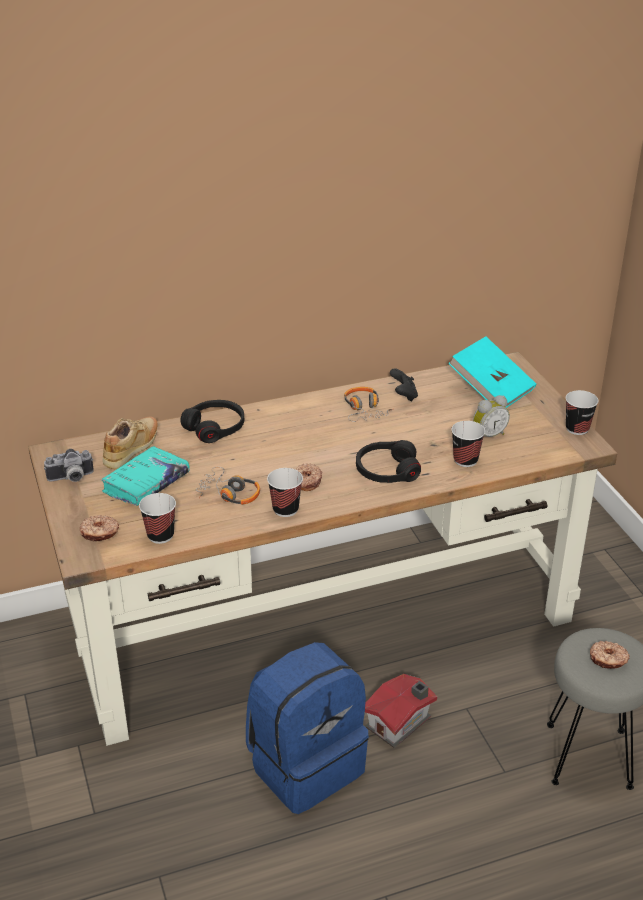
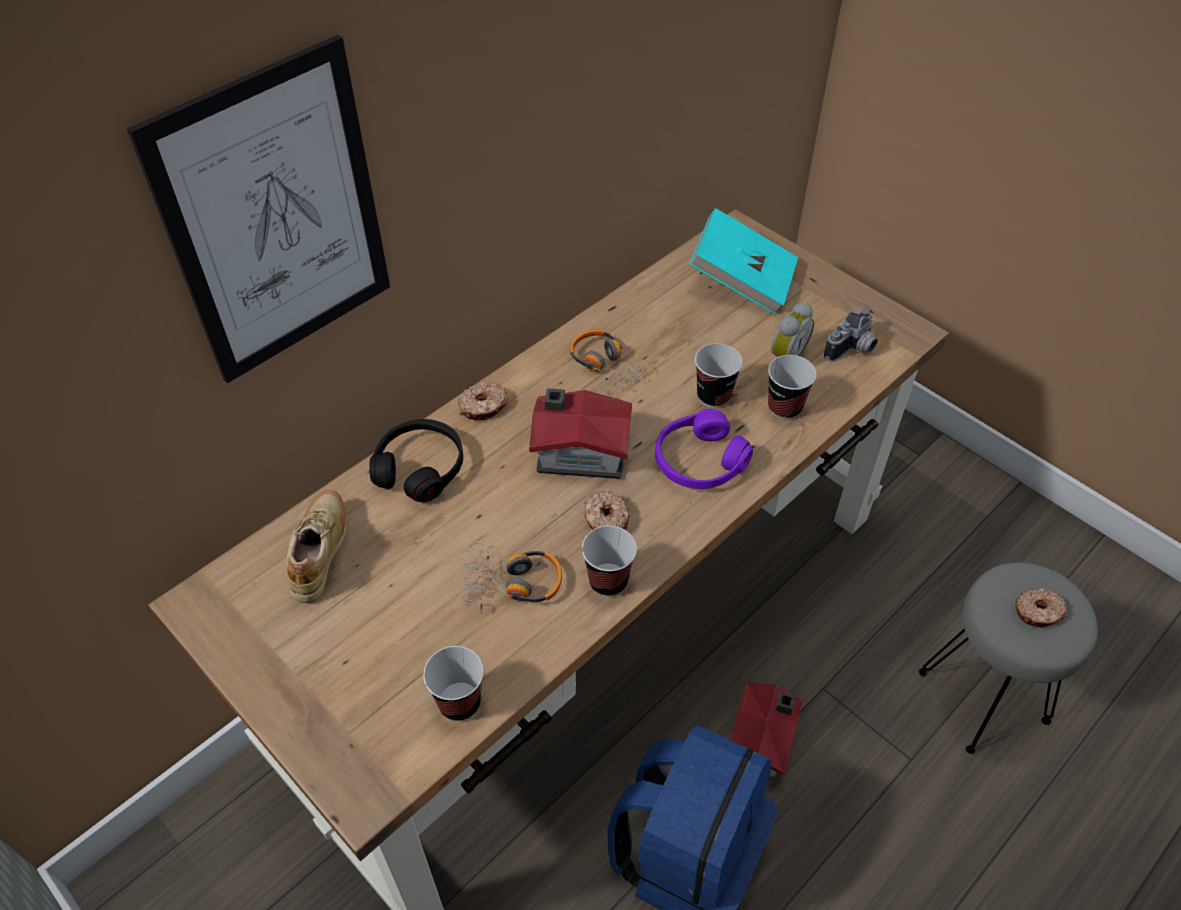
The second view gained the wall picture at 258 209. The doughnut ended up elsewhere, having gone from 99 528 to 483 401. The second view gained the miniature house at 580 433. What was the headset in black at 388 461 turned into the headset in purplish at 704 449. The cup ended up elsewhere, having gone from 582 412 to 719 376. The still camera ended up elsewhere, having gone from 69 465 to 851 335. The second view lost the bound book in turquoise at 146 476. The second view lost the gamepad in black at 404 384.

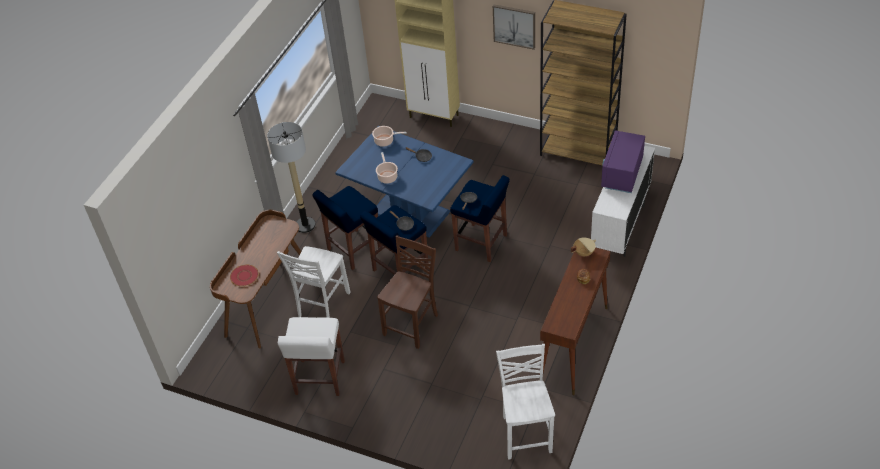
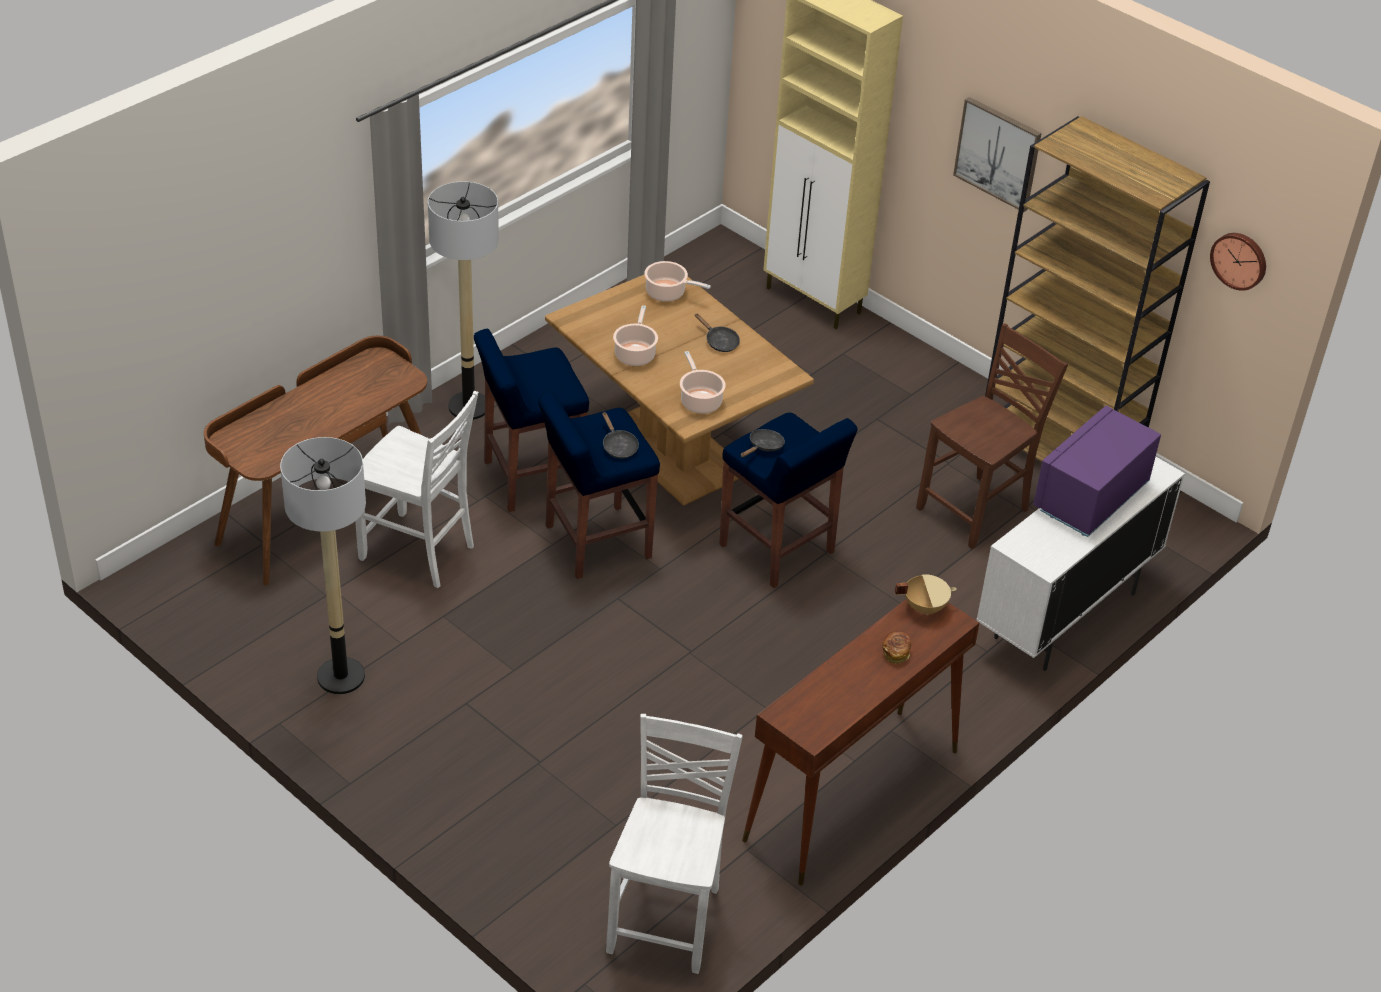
Where the stool seat in white stood at 311 356, the floor lamp came to stand at 323 565. The plain chair in white at 314 282 ended up facing another way, 105 degrees counterclockwise from before. What was the dining table in blue-coloured at 404 182 turned into the dining table in brown at 679 390. The second view gained the saucepot at 703 382. The plain chair in brown ended up elsewhere, having gone from 407 292 to 992 436. The second view gained the hanging clock at 1238 262. The second view lost the plate in red at 244 275.

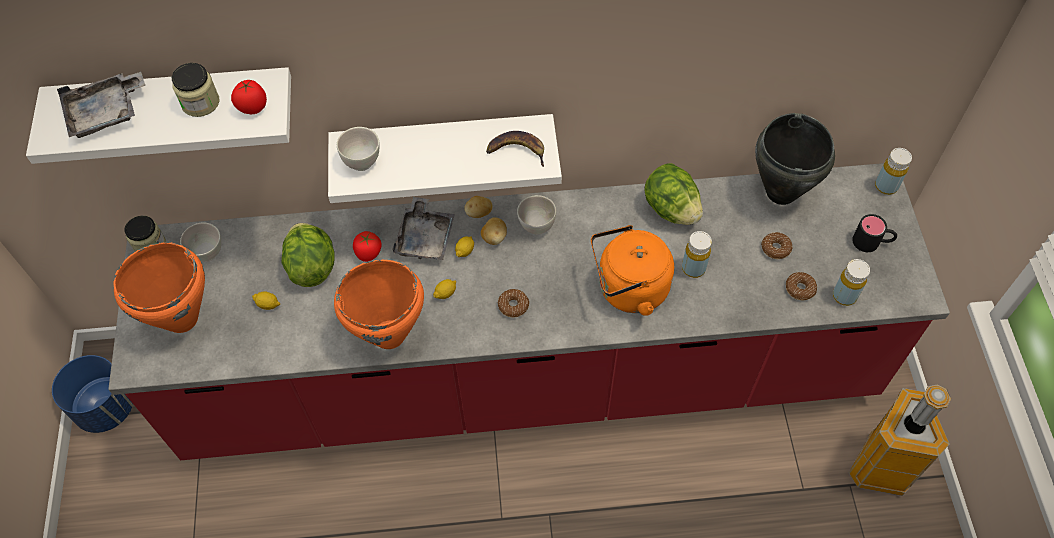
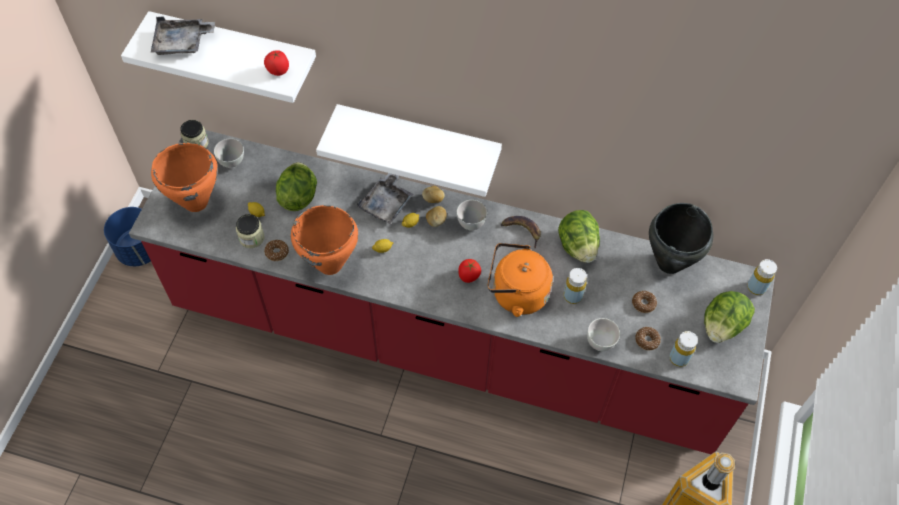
The preserve jar ended up elsewhere, having gone from 195 90 to 250 231. The doughnut ended up elsewhere, having gone from 513 303 to 276 250. The tomato ended up elsewhere, having gone from 367 246 to 469 271. The banana fruit ended up elsewhere, having gone from 515 149 to 521 232. The bowl in white ended up elsewhere, having gone from 358 149 to 603 334. Where the mug in black stood at 874 233, the lettuce head came to stand at 729 317.

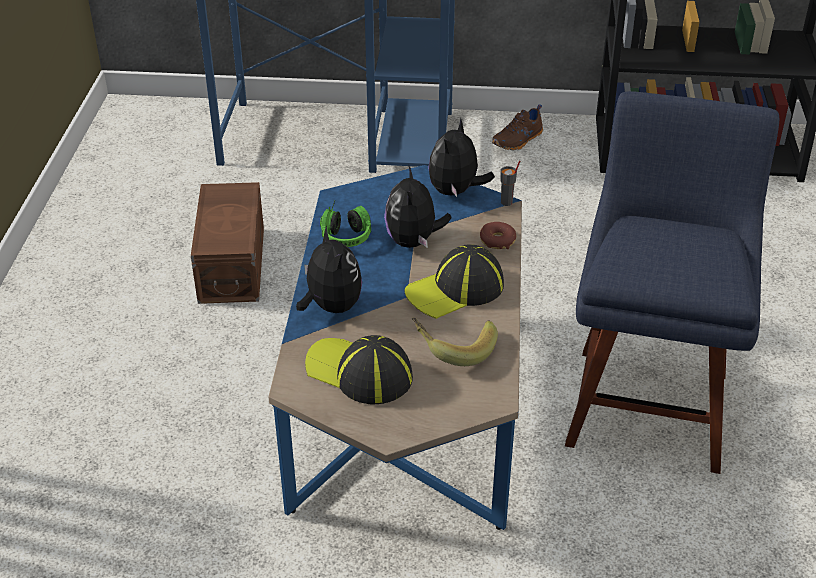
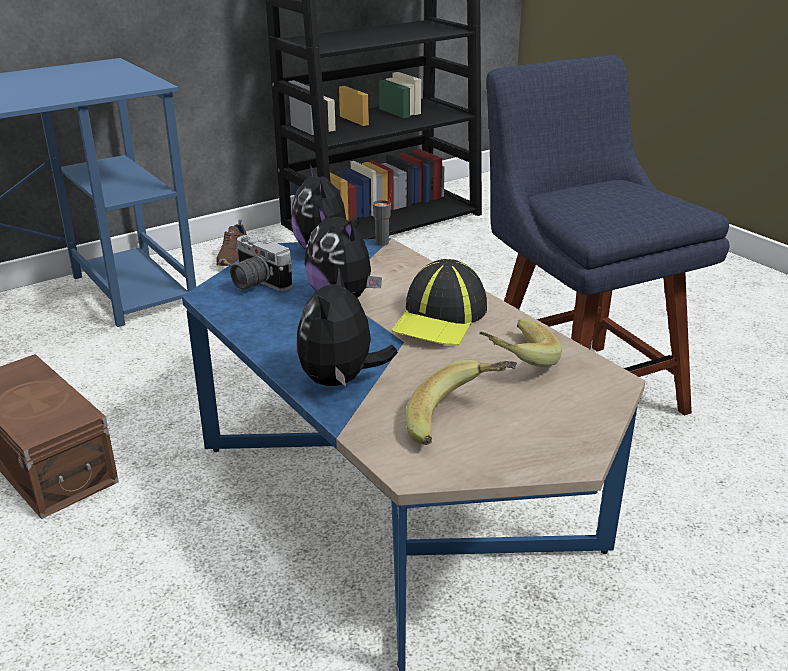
The second view gained the still camera at 261 263. The soft toy at 329 269 ended up facing another way, 105 degrees counterclockwise from before. Where the baseball cap stood at 359 370, the banana fruit came to stand at 461 402. The second view lost the headset at 345 224. The second view lost the doughnut at 498 235.

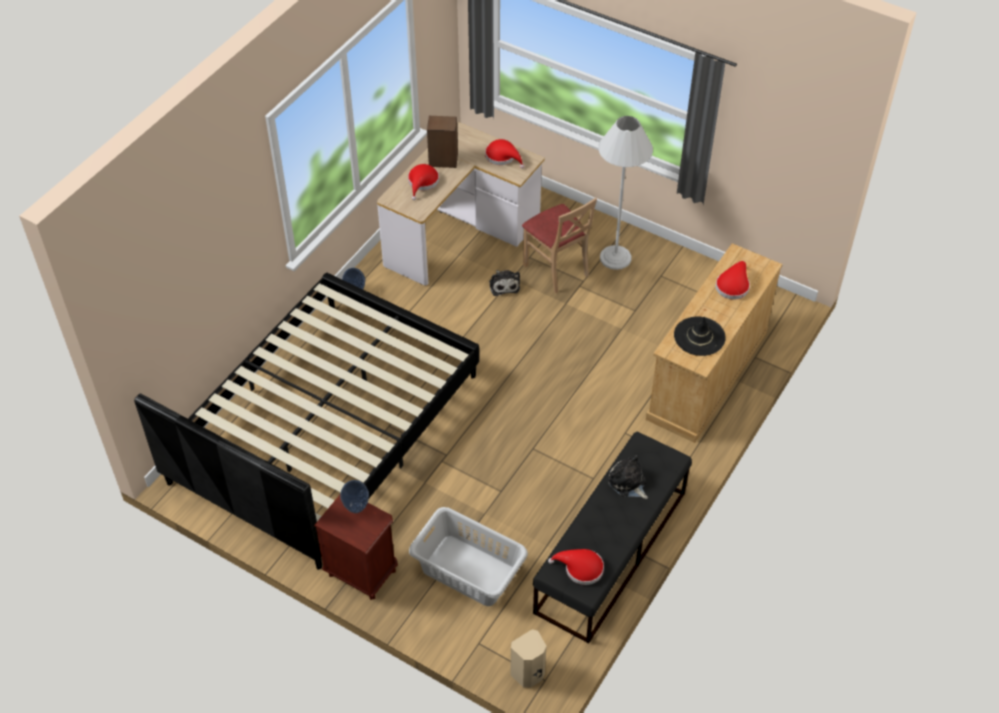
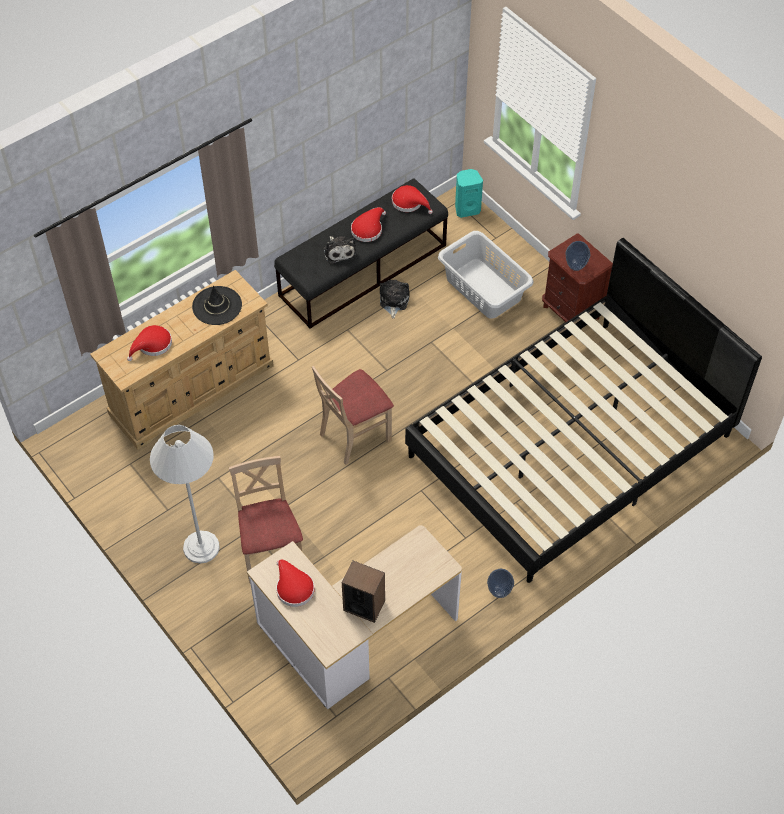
The second view gained the plain chair in beige at 353 415. The hat in red ended up elsewhere, having gone from 423 182 to 368 224. The soft toy ended up elsewhere, having gone from 504 283 to 395 299. What was the speaker in beige at 528 658 turned into the speaker in turquoise at 469 193.

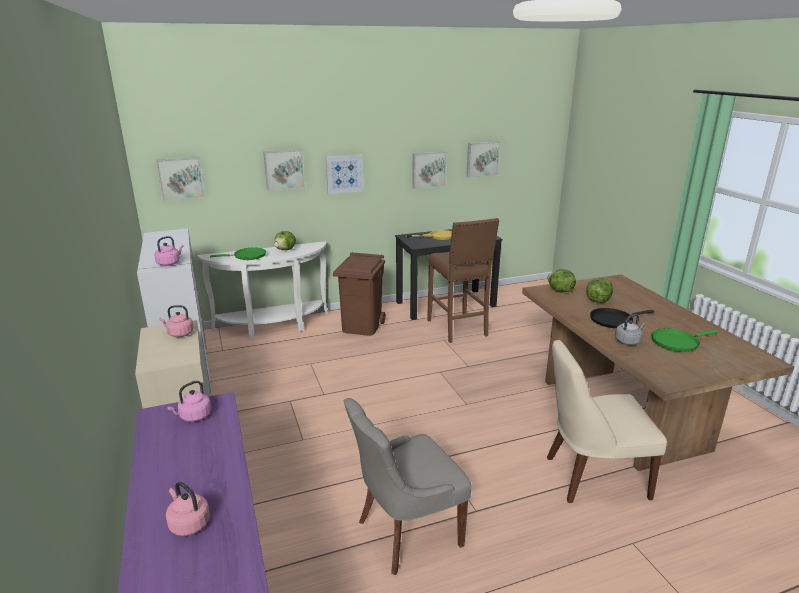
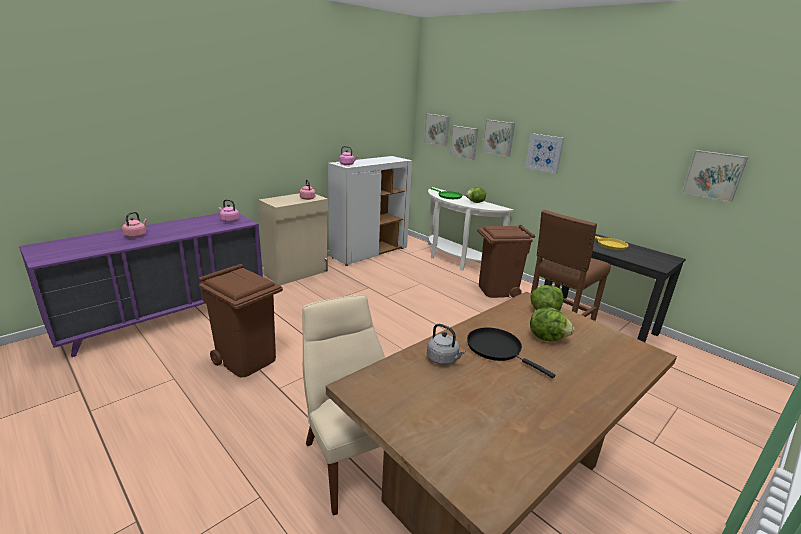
Where the plain chair in gray stood at 408 486, the waste bin in brown came to stand at 240 320. The wall picture ended up elsewhere, having gone from 429 170 to 464 143. The second view lost the frying pan in green at 684 340.

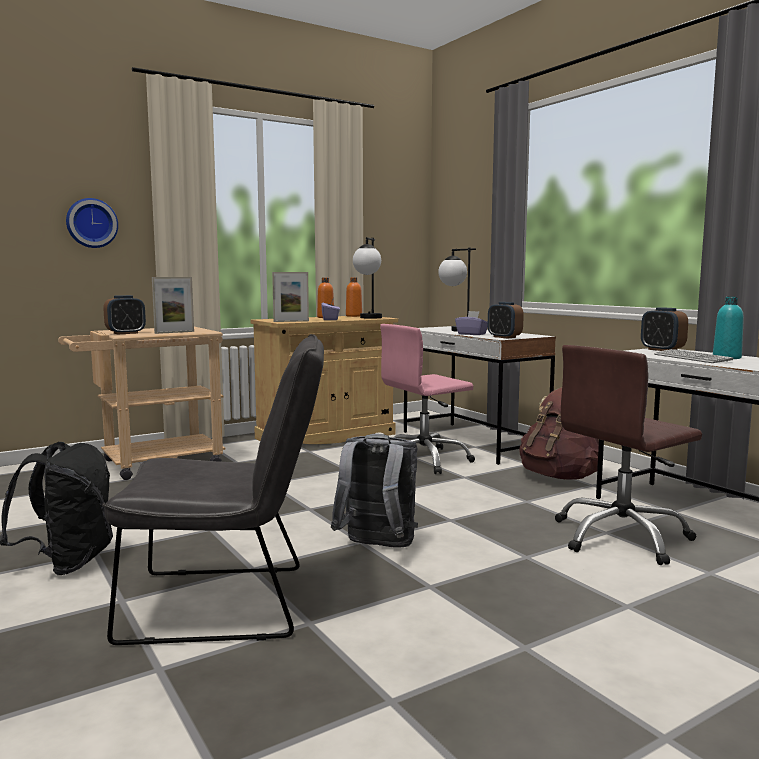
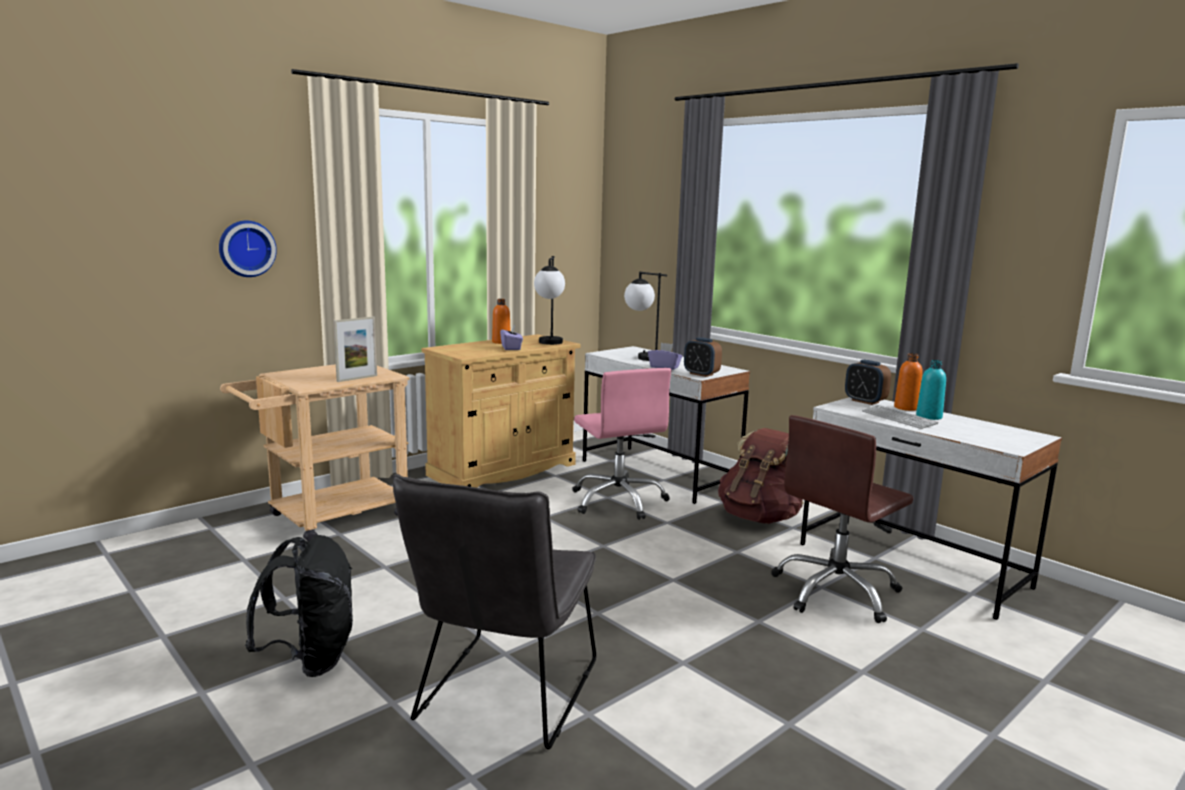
The plain chair in gray at 213 489 ended up facing another way, 120 degrees clockwise from before. The computer chair in pinkish at 427 399 ended up facing another way, 75 degrees counterclockwise from before. The drink bottle in orange-coloured ended up elsewhere, having gone from 354 297 to 908 382. The second view lost the bedside clock at 124 315. The second view lost the photo frame at 290 297. The second view lost the knapsack in gray at 374 491.

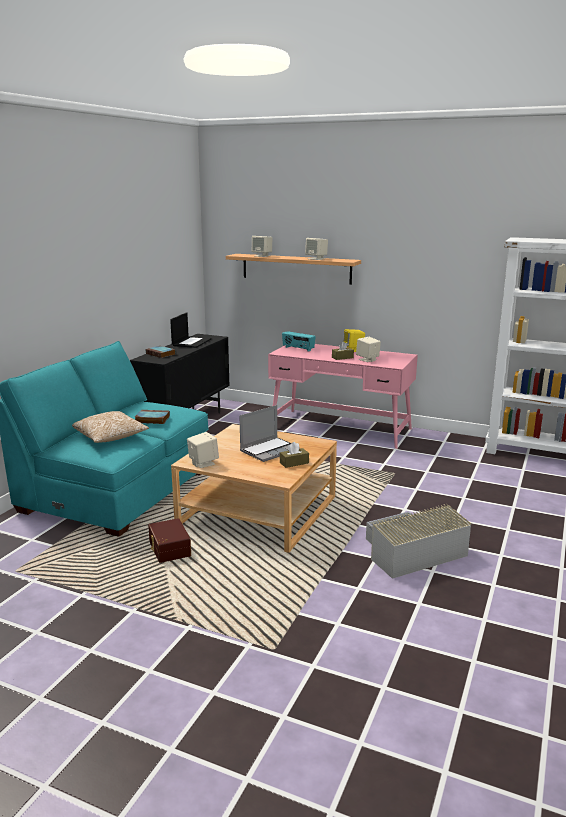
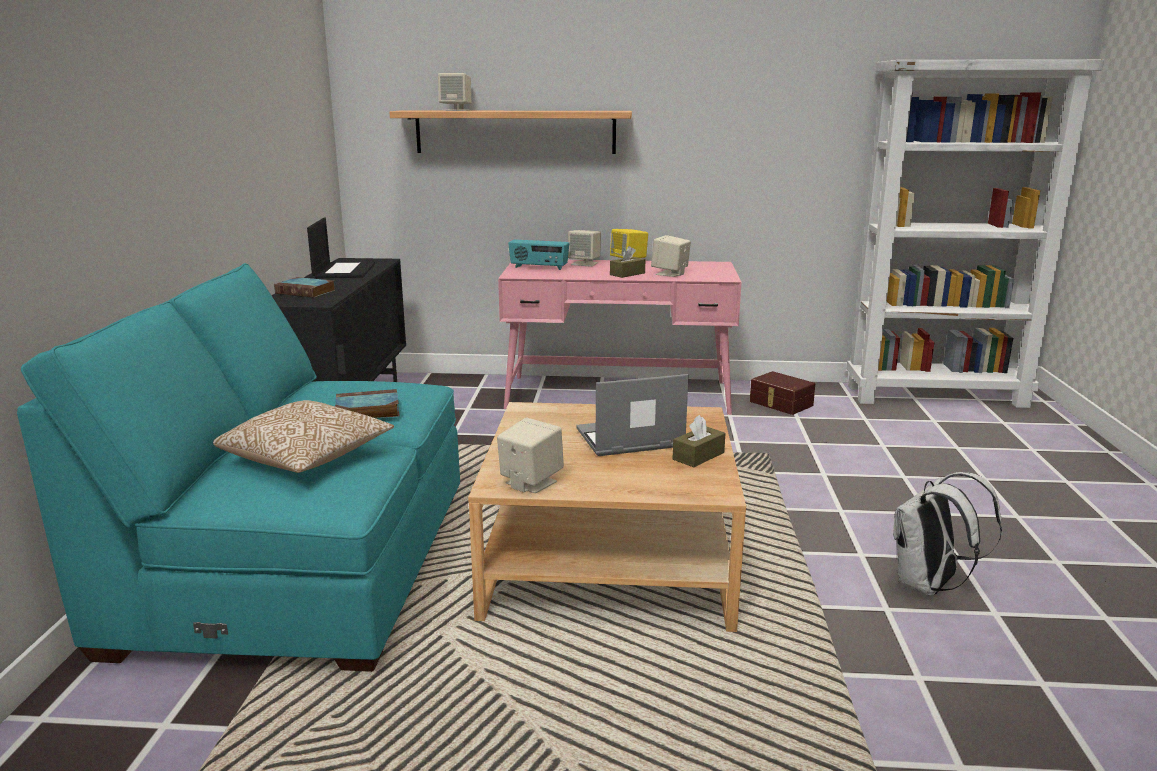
The speaker in beige ended up elsewhere, having gone from 316 249 to 584 248. The portable computer at 269 433 ended up facing another way, 135 degrees counterclockwise from before. The storage bin in brown ended up elsewhere, having gone from 169 540 to 782 393. Where the storage bin in gray stood at 419 541, the knapsack in white came to stand at 947 534.

